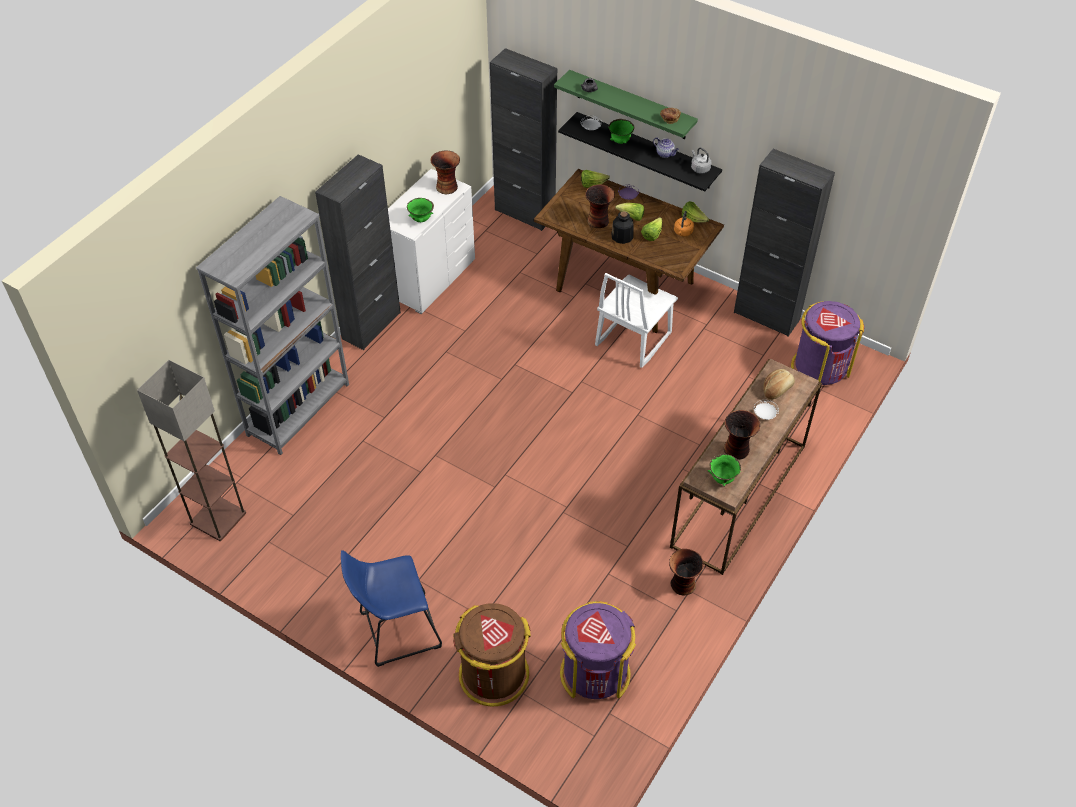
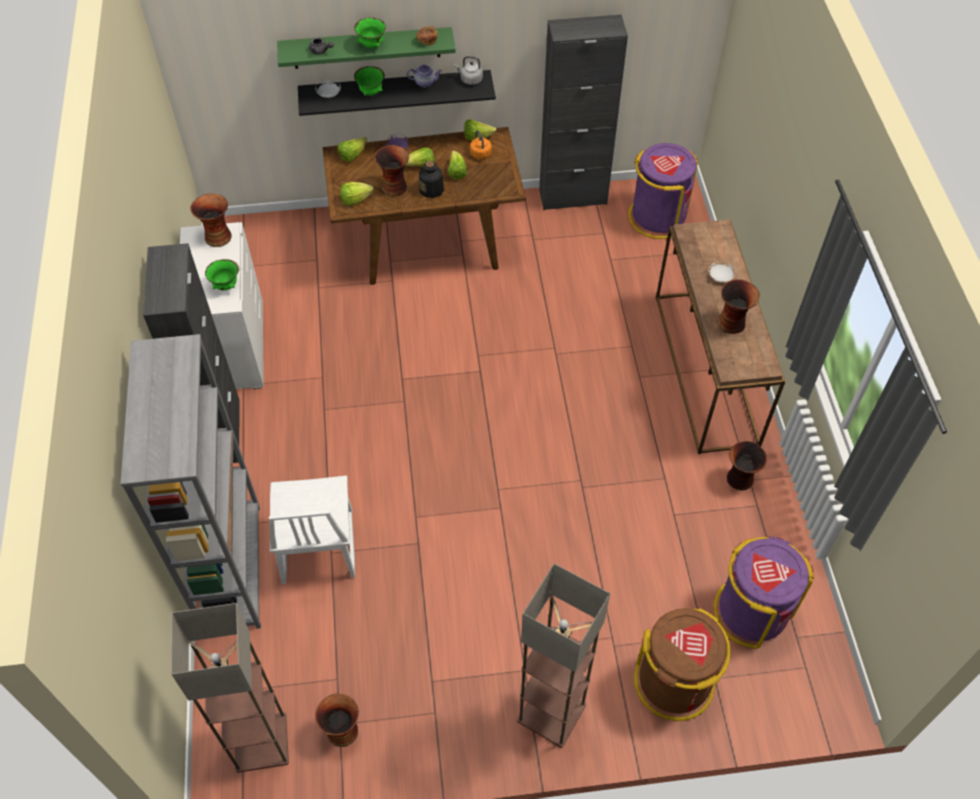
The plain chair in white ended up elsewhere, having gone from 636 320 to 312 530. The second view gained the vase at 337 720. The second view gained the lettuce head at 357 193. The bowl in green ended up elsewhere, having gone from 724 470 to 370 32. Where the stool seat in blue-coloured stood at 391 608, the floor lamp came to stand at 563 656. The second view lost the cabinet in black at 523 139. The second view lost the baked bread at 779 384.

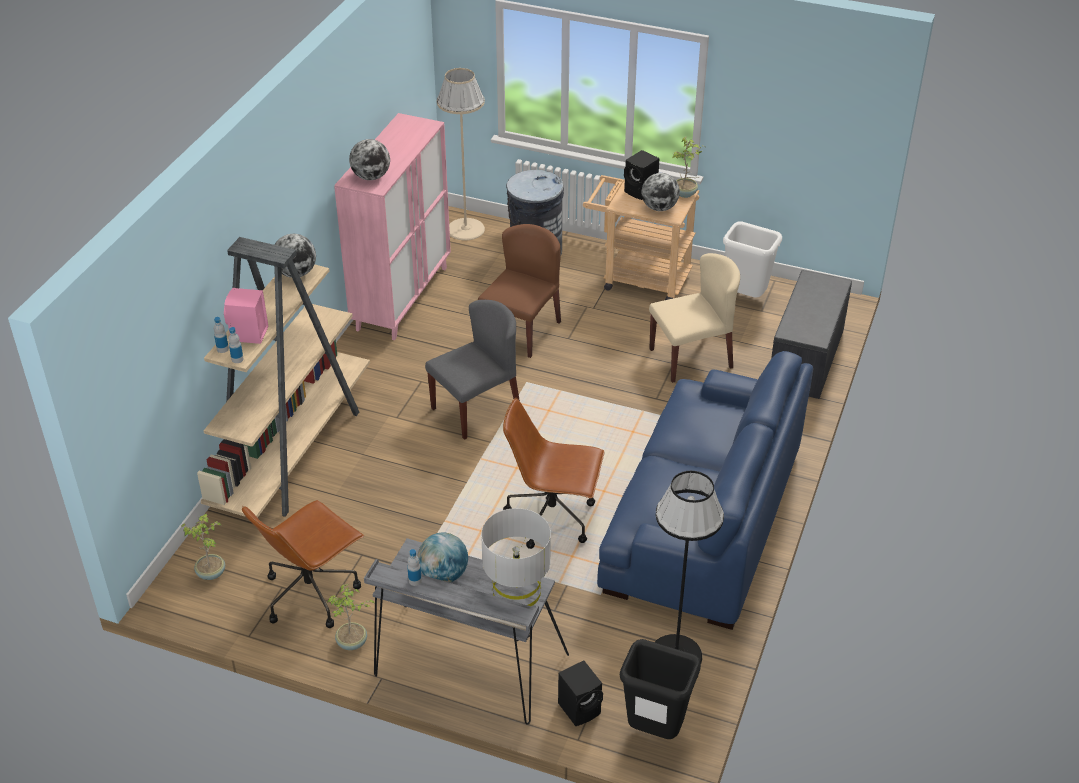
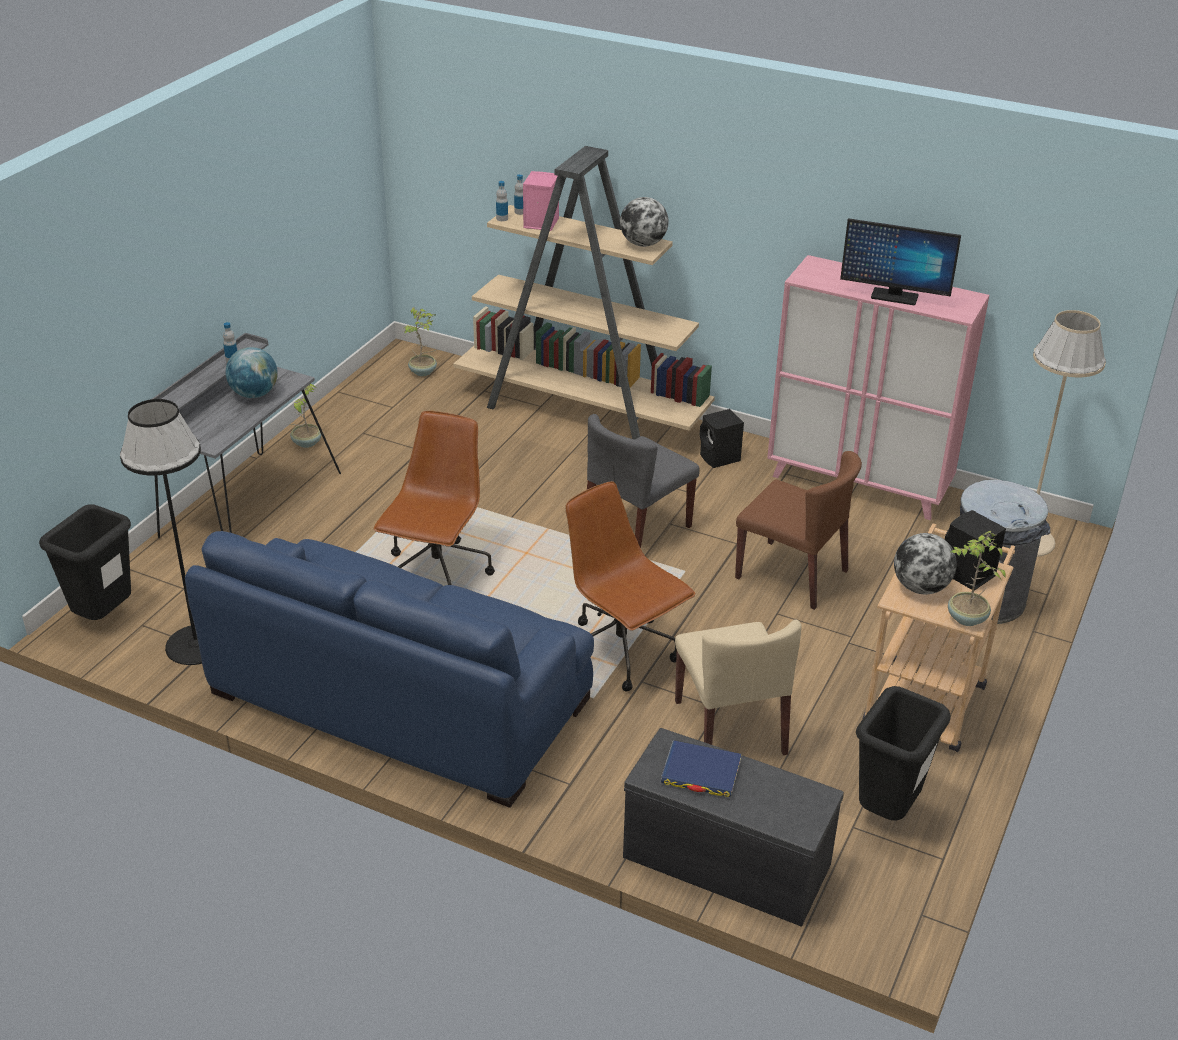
The computer chair in brown ended up elsewhere, having gone from 303 564 to 630 586. The plain chair in gray at 472 370 ended up facing another way, 75 degrees clockwise from before. The second view gained the bound book in blue-coloured at 701 768. The speaker in black ended up elsewhere, having gone from 580 693 to 722 438. The second view gained the computer screen at 900 261. What was the waste bin in white at 752 259 turned into the waste bin in black at 903 753. The second view lost the world globe at 369 159. The second view lost the lamp for a table in gray at 516 557.

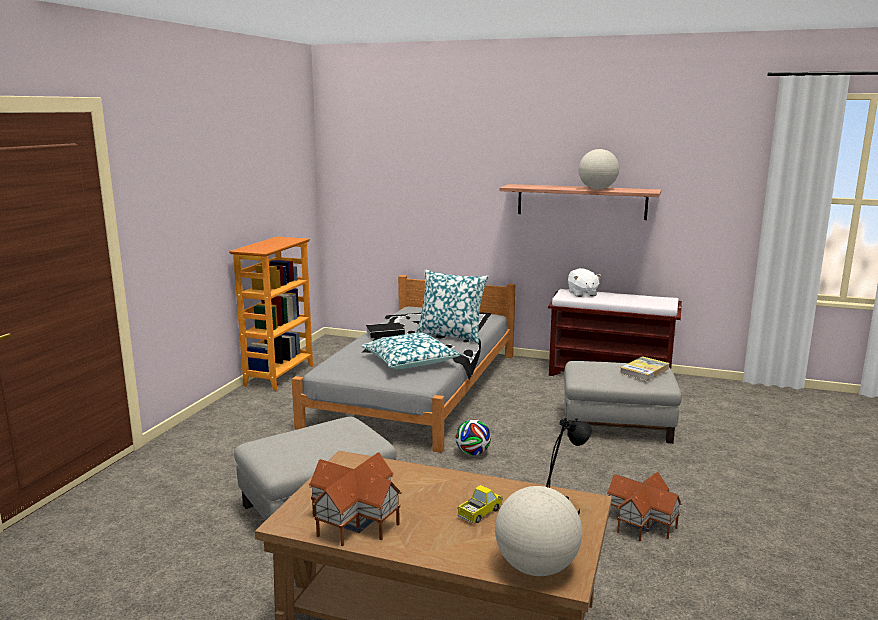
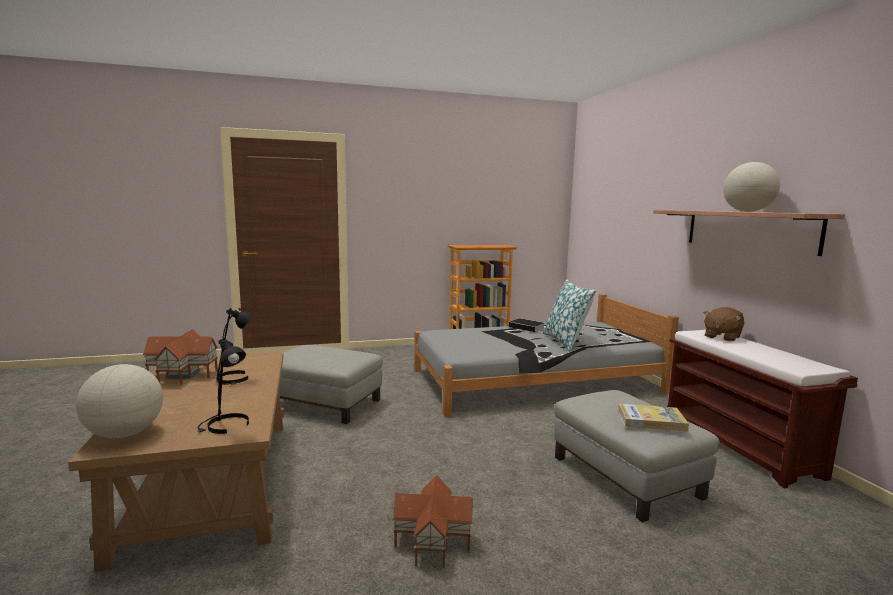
The second view gained the lamp for a table in black at 234 346. What was the soft toy in white at 584 282 turned into the soft toy in brown at 723 324. The second view lost the throw pillow at 411 351. The second view lost the football ball at 473 437. The second view lost the toy truck at 480 504.

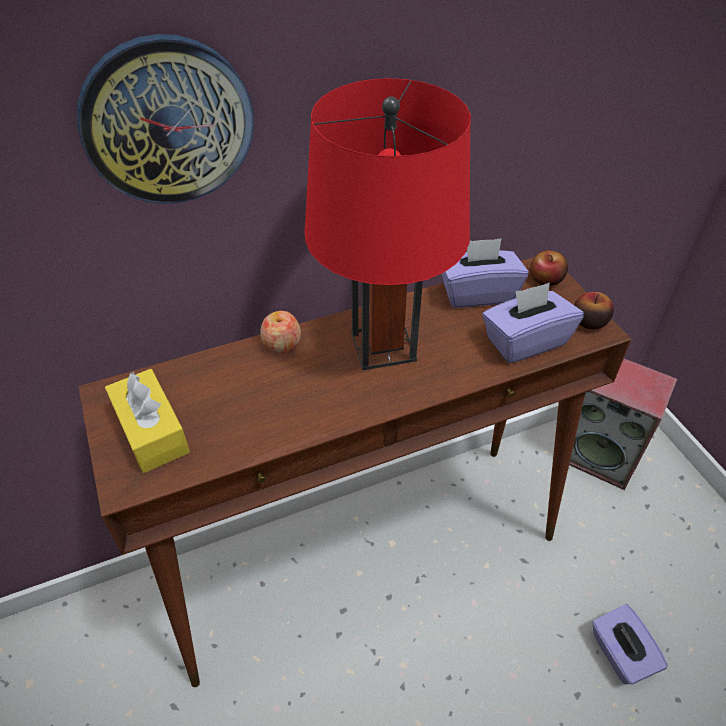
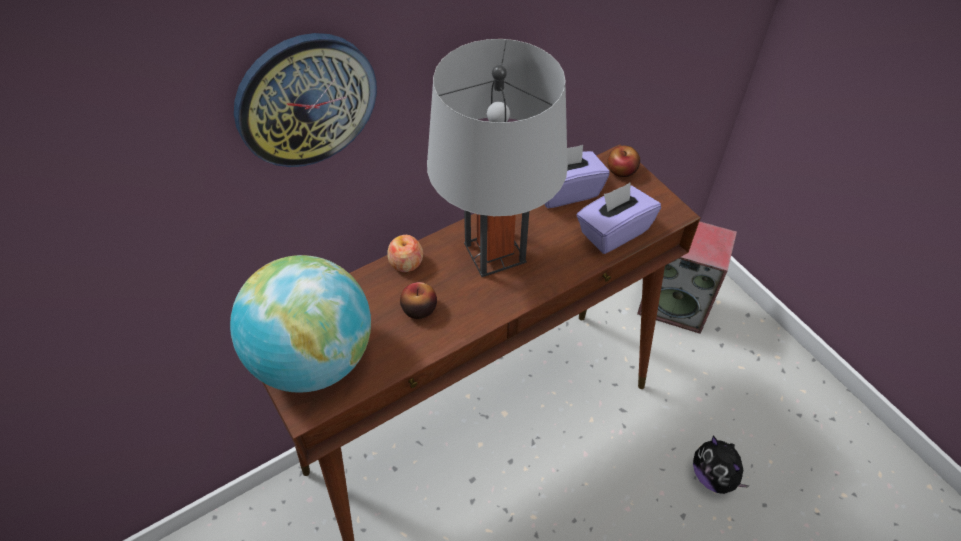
Where the box of tissues in yellow stood at 147 421, the world globe came to stand at 300 324. The apple ended up elsewhere, having gone from 594 310 to 418 300. What was the lamp for a table in red at 387 224 turned into the lamp for a table in gray at 497 158. Where the box of tissues in purplish stood at 630 644, the soft toy came to stand at 721 465.

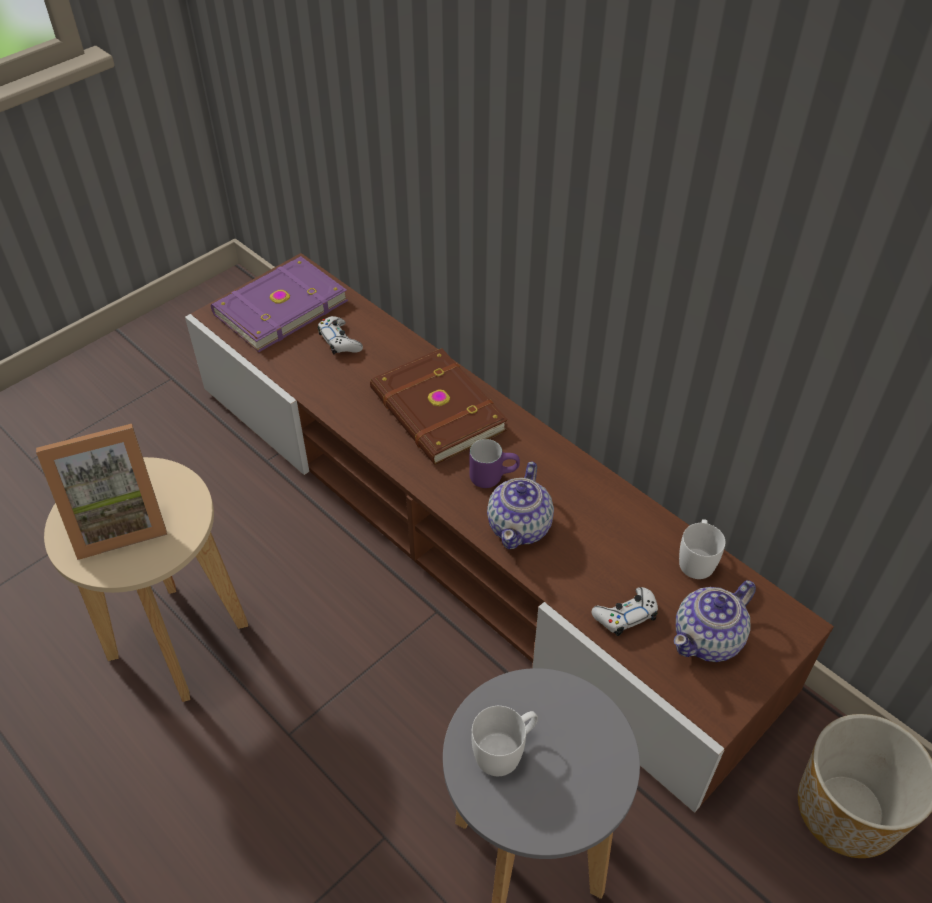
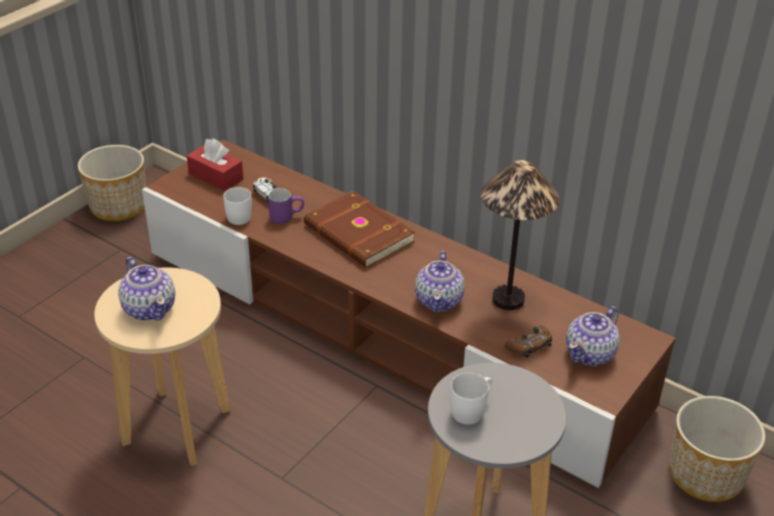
The second view gained the plant pot at 112 183. Where the photo frame stood at 101 492, the teapot came to stand at 146 289. Where the bound book in purplish stood at 279 304, the box of tissues in red came to stand at 215 165. The mug in white ended up elsewhere, having gone from 702 549 to 237 206. The mug in purplish ended up elsewhere, having gone from 494 463 to 286 206. The second view gained the lamp for a table at 520 235. What was the gamepad in white at 625 611 turned into the gamepad in brown at 528 342.

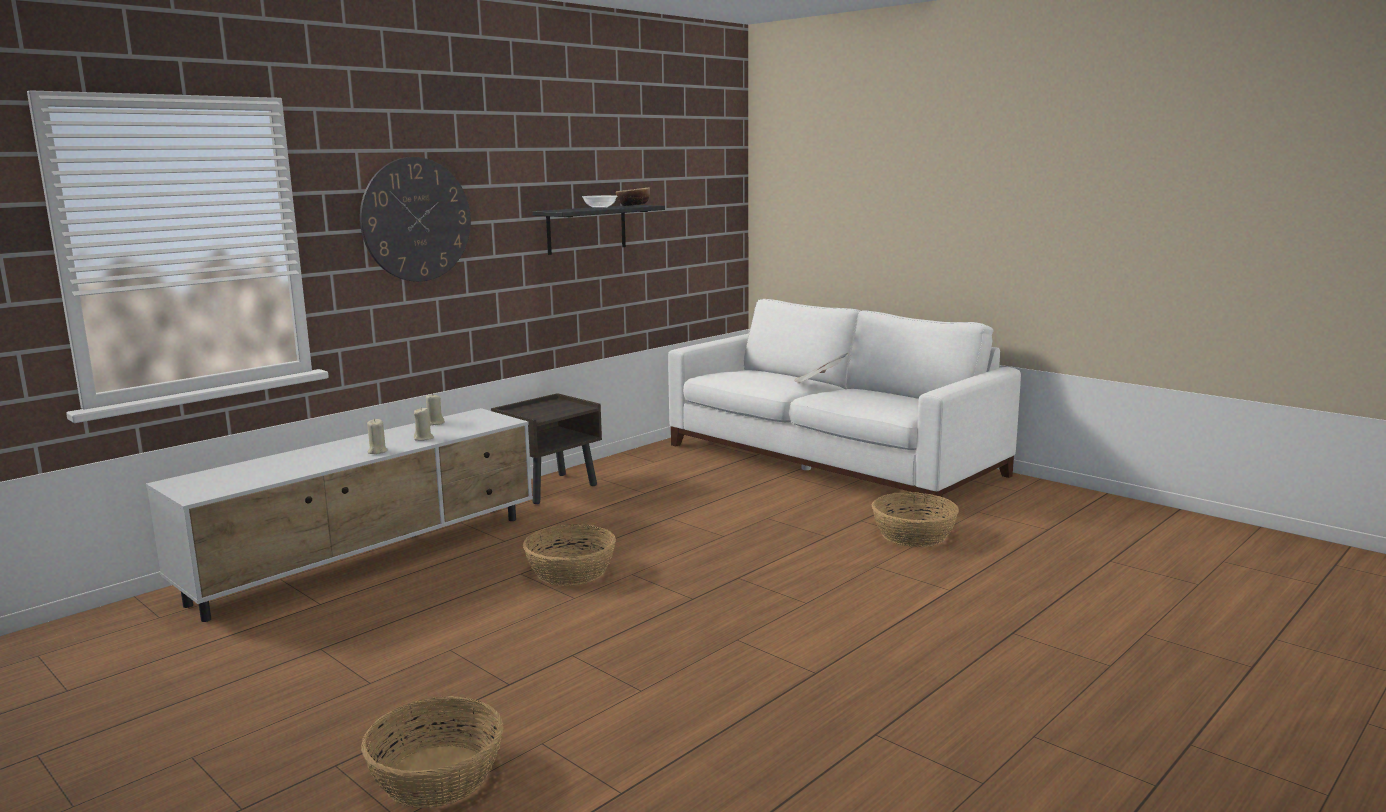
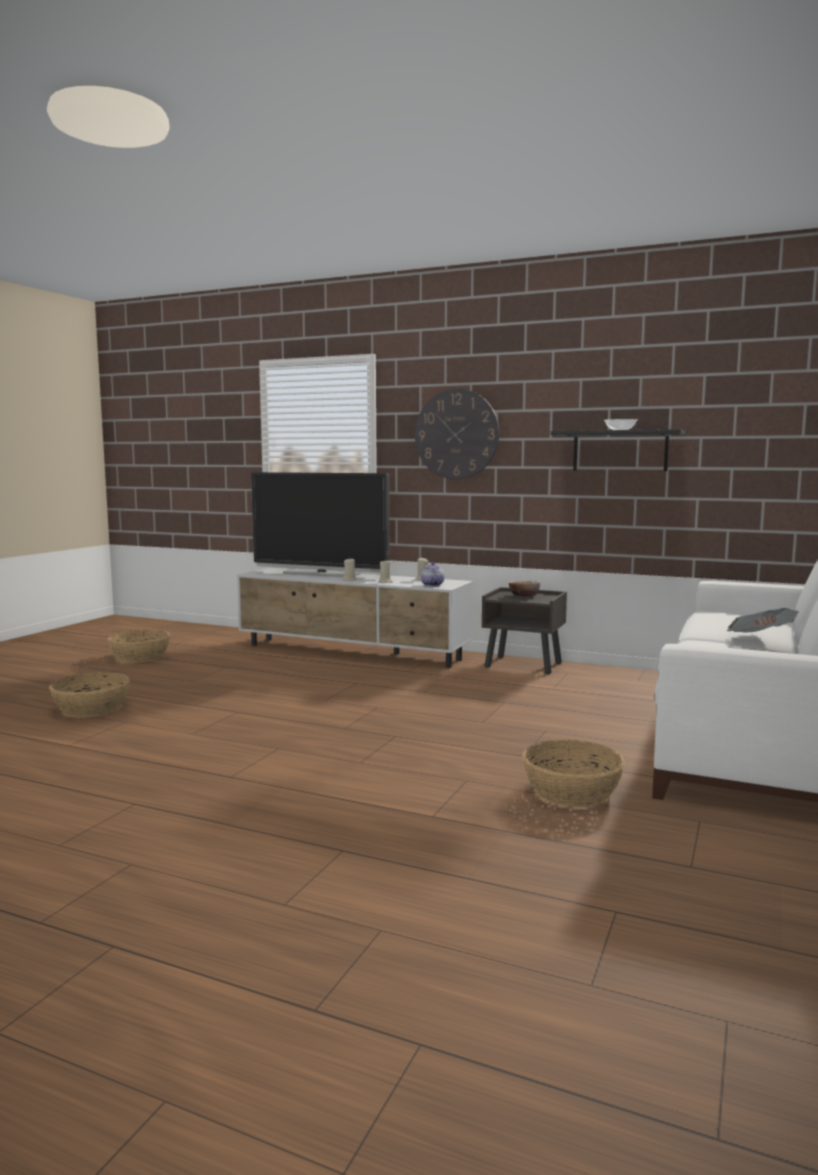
The storage basket ended up elsewhere, having gone from 569 555 to 138 646. The second view gained the TV set at 320 524. The second view gained the teapot at 433 574. The bowl ended up elsewhere, having gone from 633 197 to 524 588.

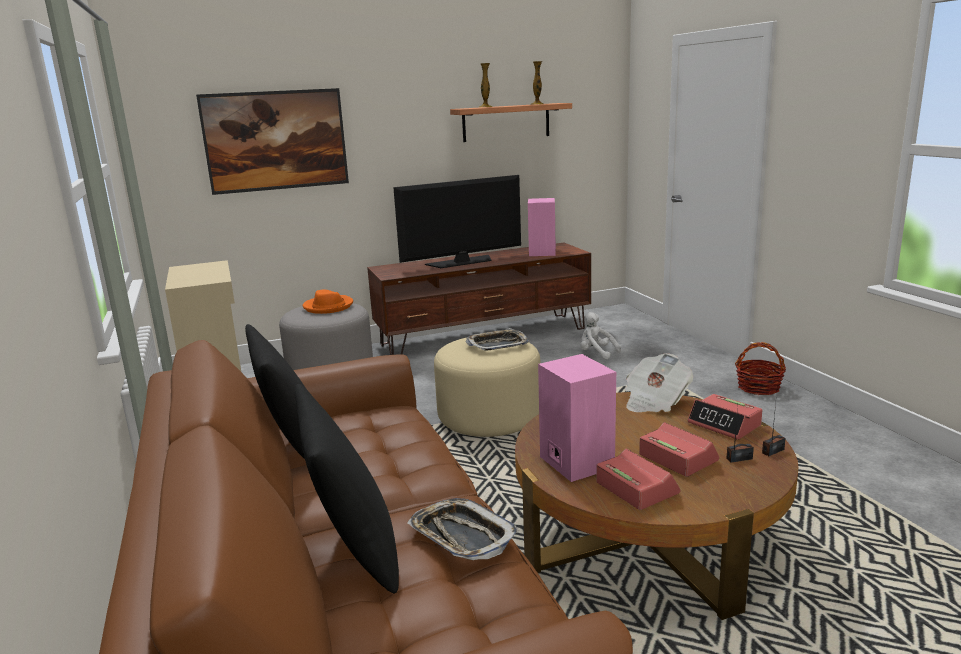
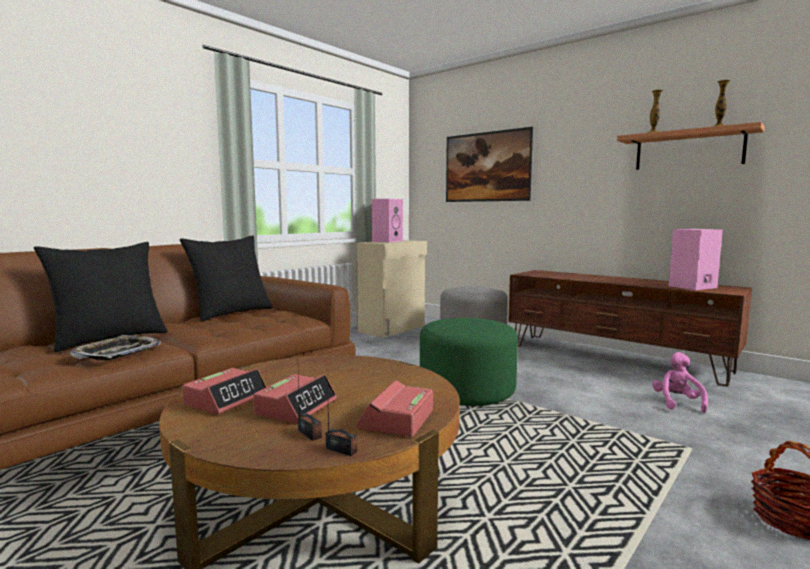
The speaker in pinkish ended up elsewhere, having gone from 577 418 to 387 220. What was the pouffe in beige at 487 387 turned into the pouffe in green at 469 362. What was the soft toy in white at 600 335 turned into the soft toy in pinkish at 680 382. The second view lost the hat in orange-coloured at 328 302. The second view lost the TV set at 457 221. The second view lost the tray at 497 339. The second view lost the daily paper at 658 382.

